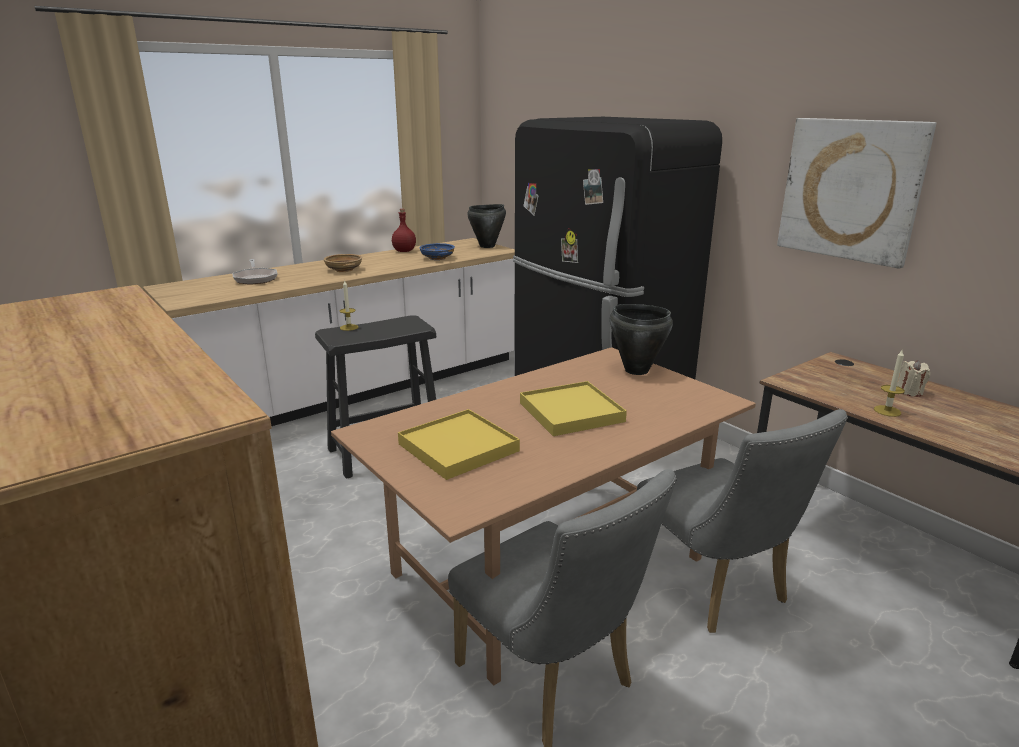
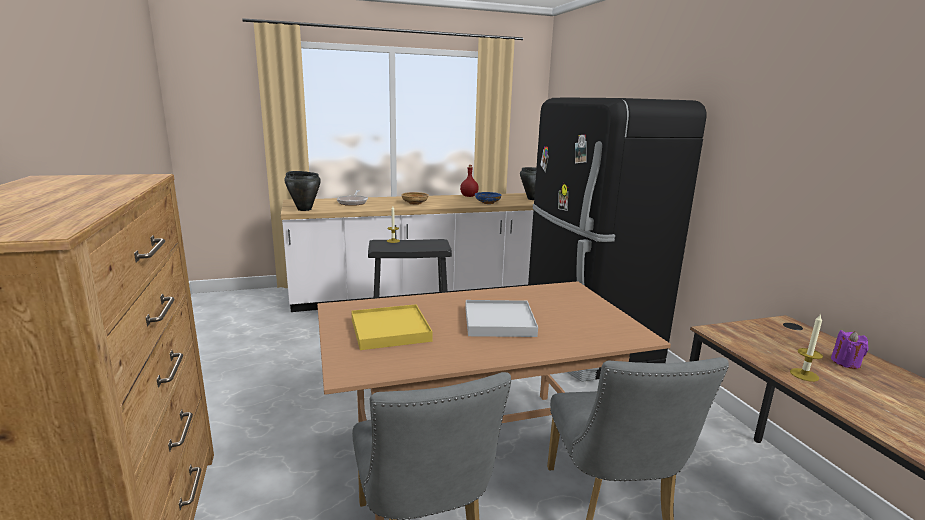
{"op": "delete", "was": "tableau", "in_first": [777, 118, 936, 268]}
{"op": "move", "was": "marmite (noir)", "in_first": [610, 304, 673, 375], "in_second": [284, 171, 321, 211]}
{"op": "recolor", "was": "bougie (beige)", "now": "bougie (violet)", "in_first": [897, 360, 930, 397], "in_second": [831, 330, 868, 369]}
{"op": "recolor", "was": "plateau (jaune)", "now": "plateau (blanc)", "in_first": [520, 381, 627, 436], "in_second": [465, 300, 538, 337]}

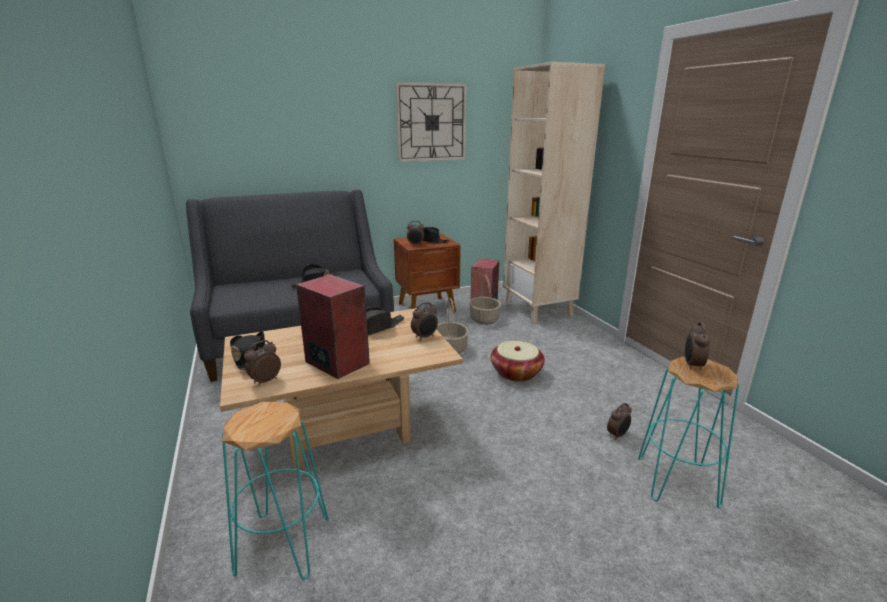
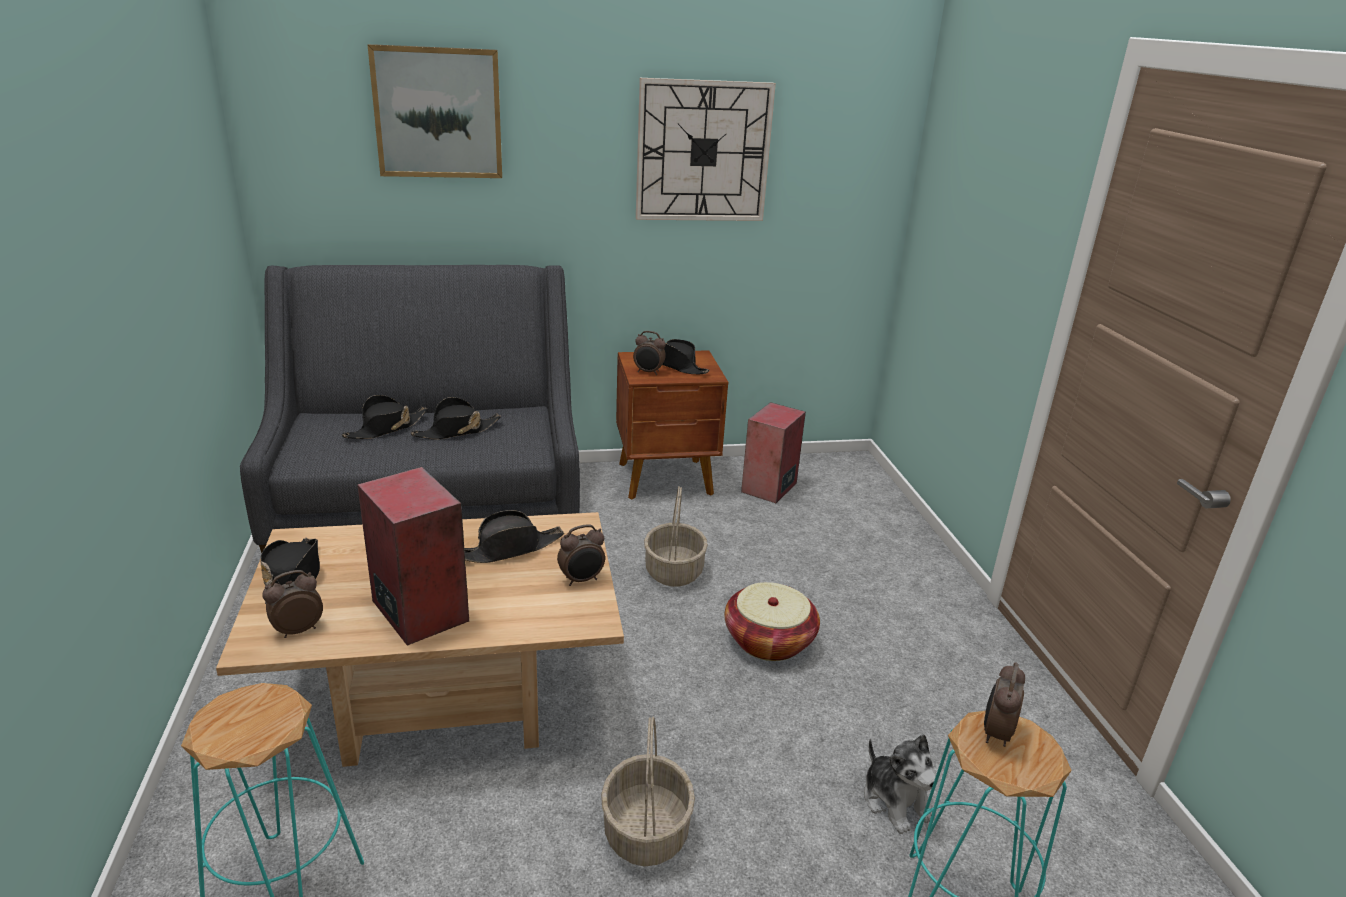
{"op": "delete", "was": "bibliothèque (beige)", "in_first": [503, 62, 605, 324]}
{"op": "move", "was": "panier", "in_first": [469, 274, 501, 325], "in_second": [601, 717, 695, 867]}
{"op": "replace", "was": "réveil", "now": "peluche", "in_first": [607, 403, 632, 440], "in_second": [864, 734, 938, 834]}
{"op": "insert", "now": "tableau", "in_second": [368, 44, 502, 178]}
{"op": "insert", "now": "chapeau (noir)", "in_second": [342, 395, 427, 439]}

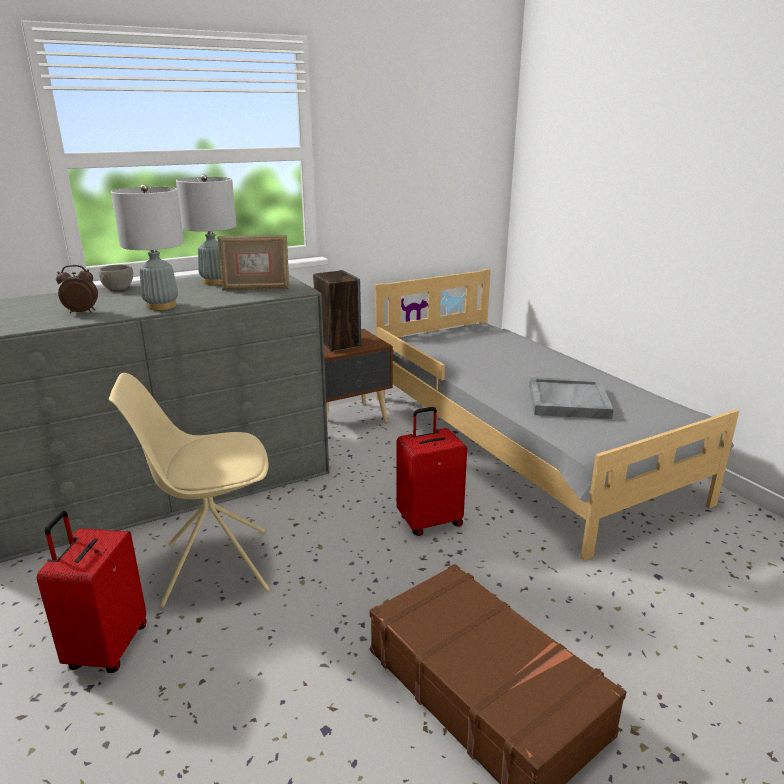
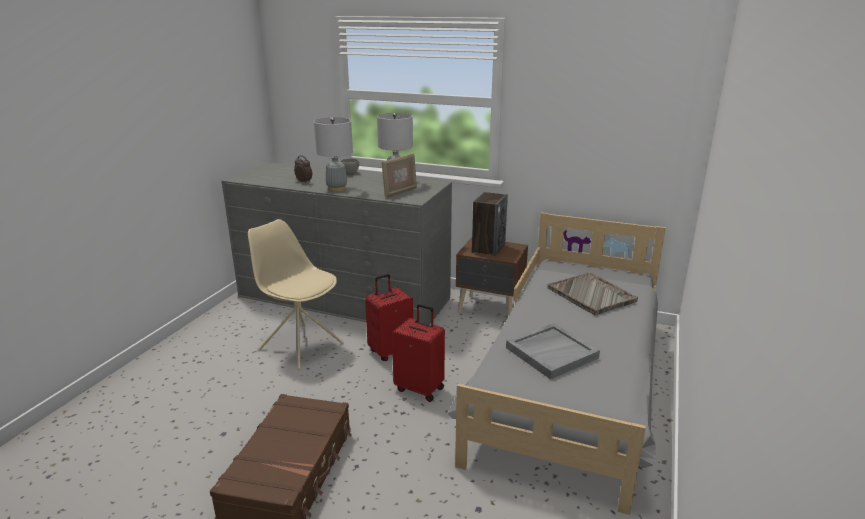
{"op": "rotate", "was": "cadre photo", "in_first": [218, 235, 290, 291], "in_second": [382, 154, 417, 198], "clockwise": -90}
{"op": "move", "was": "valise (rouge)", "in_first": [37, 511, 146, 673], "in_second": [365, 274, 413, 361]}
{"op": "insert", "now": "plateau (gris)", "in_second": [548, 272, 638, 315]}

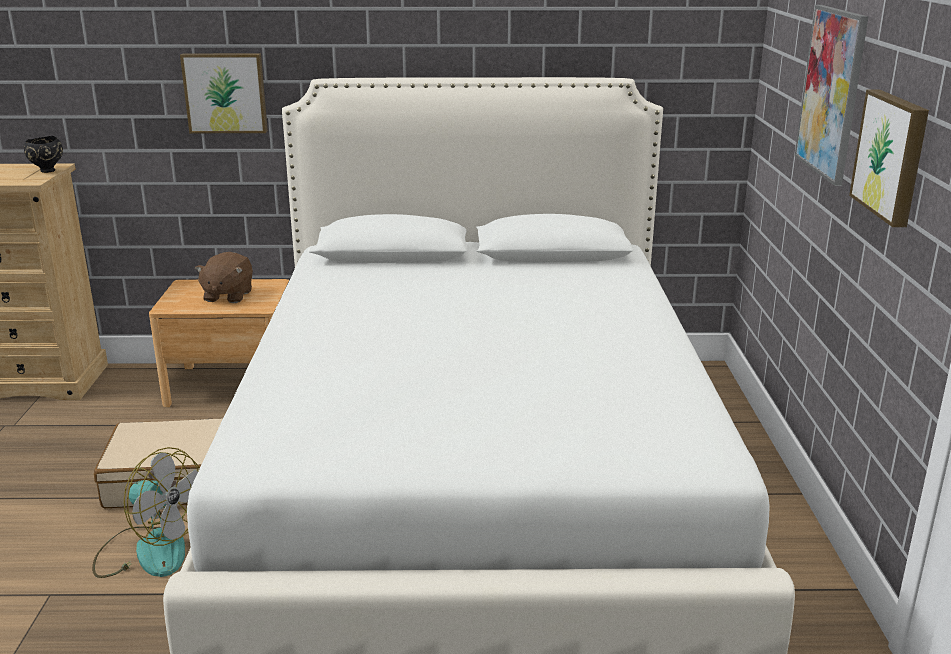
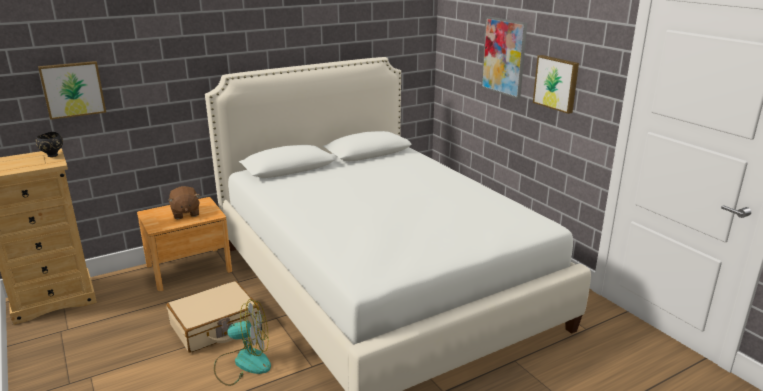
{"op": "move", "was": "tableau", "in_first": [180, 53, 268, 133], "in_second": [38, 61, 106, 120]}

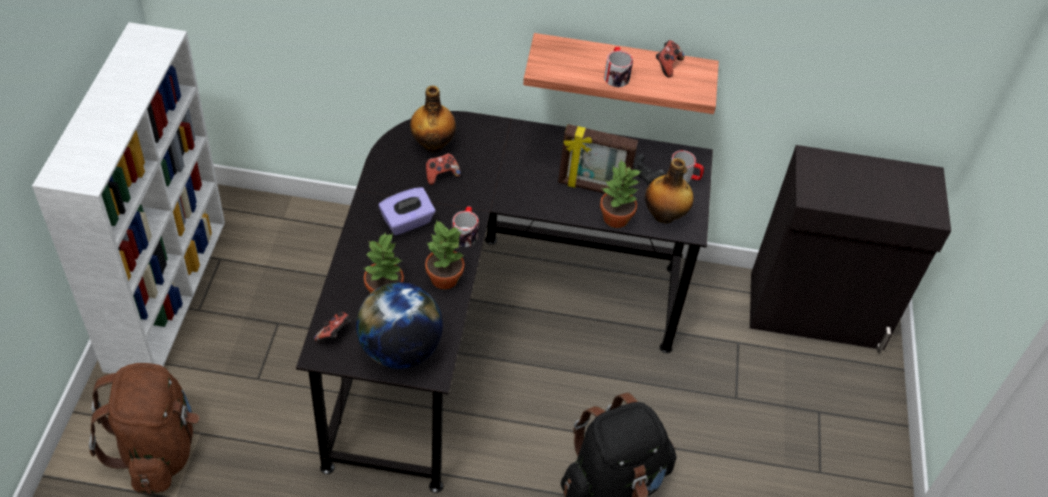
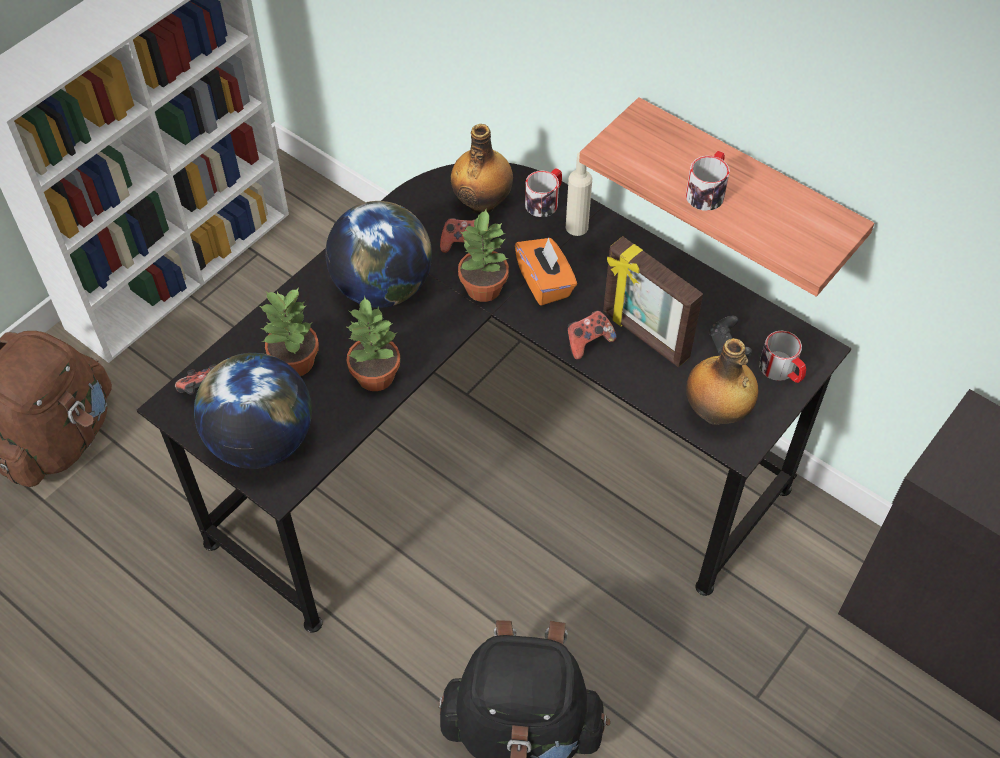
{"op": "move", "was": "manette", "in_first": [656, 40, 684, 78], "in_second": [567, 310, 616, 360]}
{"op": "move", "was": "plante en pot", "in_first": [600, 160, 641, 228], "in_second": [458, 209, 509, 302]}
{"op": "replace", "was": "boîte à mouchoirs (violet)", "now": "globe", "in_first": [379, 187, 435, 235], "in_second": [325, 201, 432, 308]}
{"op": "move", "was": "mug", "in_first": [452, 206, 479, 247], "in_second": [525, 168, 562, 217]}
{"op": "insert", "now": "bouteille (beige)", "in_second": [566, 152, 592, 236]}
{"op": "insert", "now": "boîte à mouchoirs (orange)", "in_second": [515, 238, 577, 306]}

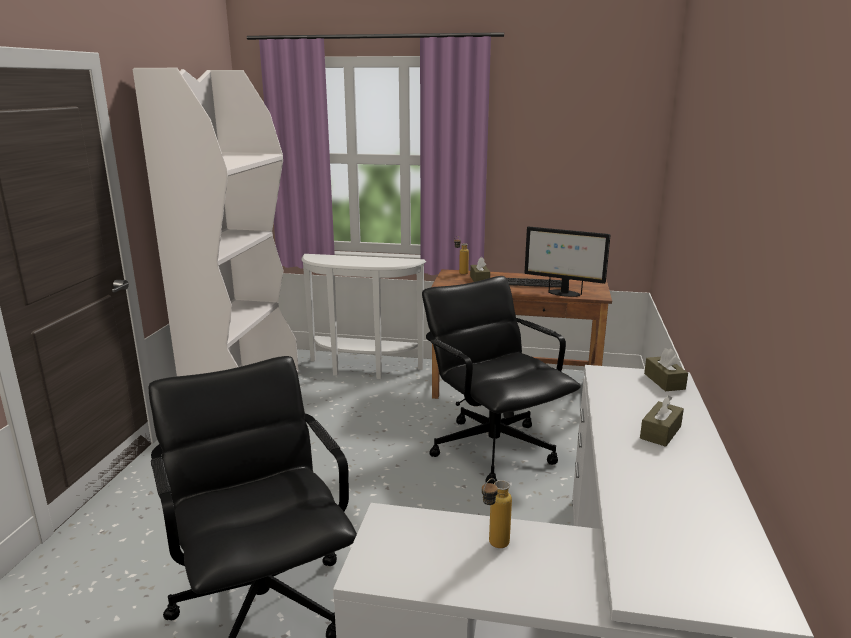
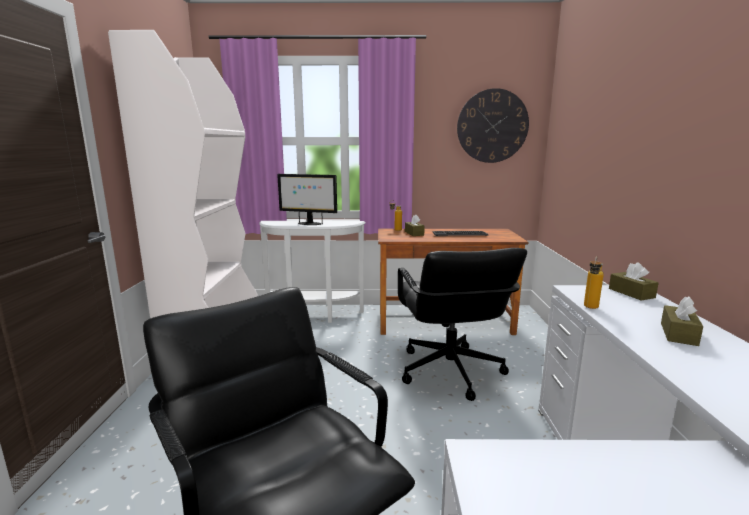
{"op": "move", "was": "écran d'ordinateur", "in_first": [524, 226, 610, 297], "in_second": [277, 174, 337, 225]}
{"op": "rotate", "was": "chaise de bureau (noir)", "in_first": [422, 276, 581, 484], "in_second": [398, 248, 527, 401], "clockwise": -150}
{"op": "move", "was": "bouteille", "in_first": [482, 478, 512, 548], "in_second": [584, 256, 604, 309]}
{"op": "insert", "now": "horloge murale", "in_second": [457, 88, 529, 163]}

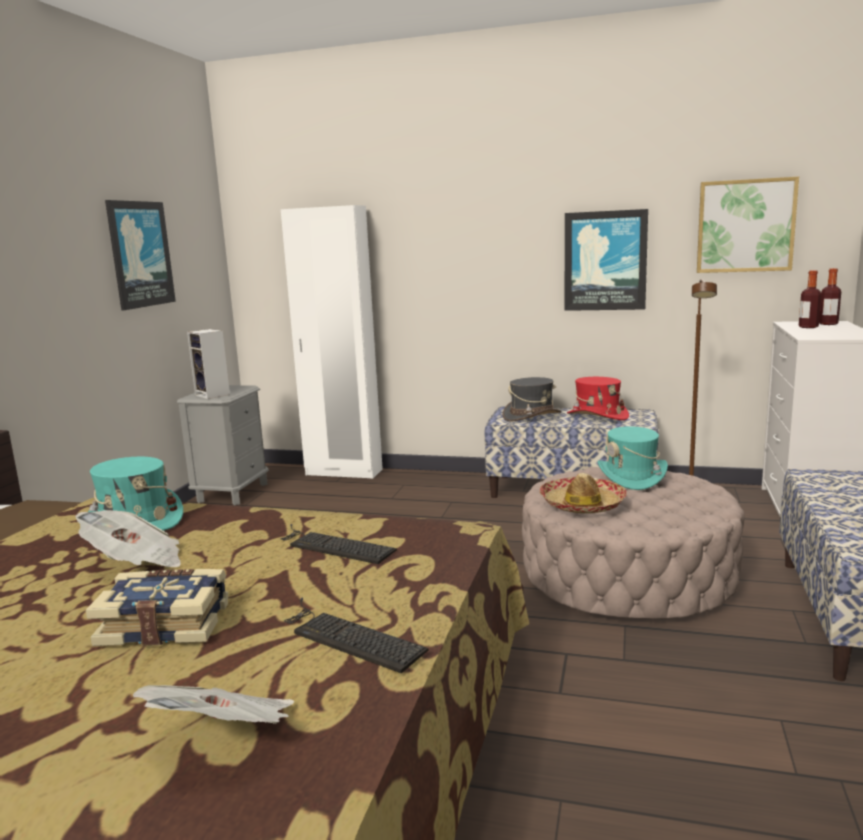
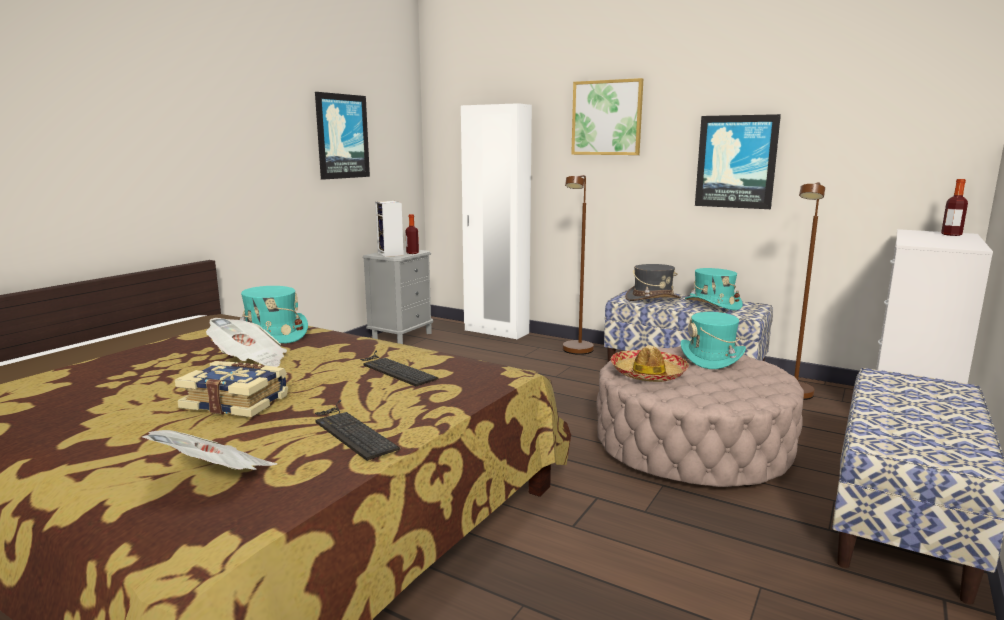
{"op": "move", "was": "tableau", "in_first": [697, 177, 799, 273], "in_second": [571, 78, 643, 155]}
{"op": "move", "was": "bouteille", "in_first": [799, 270, 821, 328], "in_second": [406, 214, 419, 254]}
{"op": "recolor", "was": "chapeau (rouge)", "now": "chapeau (turquoise)", "in_first": [567, 377, 629, 420], "in_second": [685, 268, 743, 310]}
{"op": "insert", "now": "lampadaire (marron)", "in_second": [563, 175, 594, 355]}

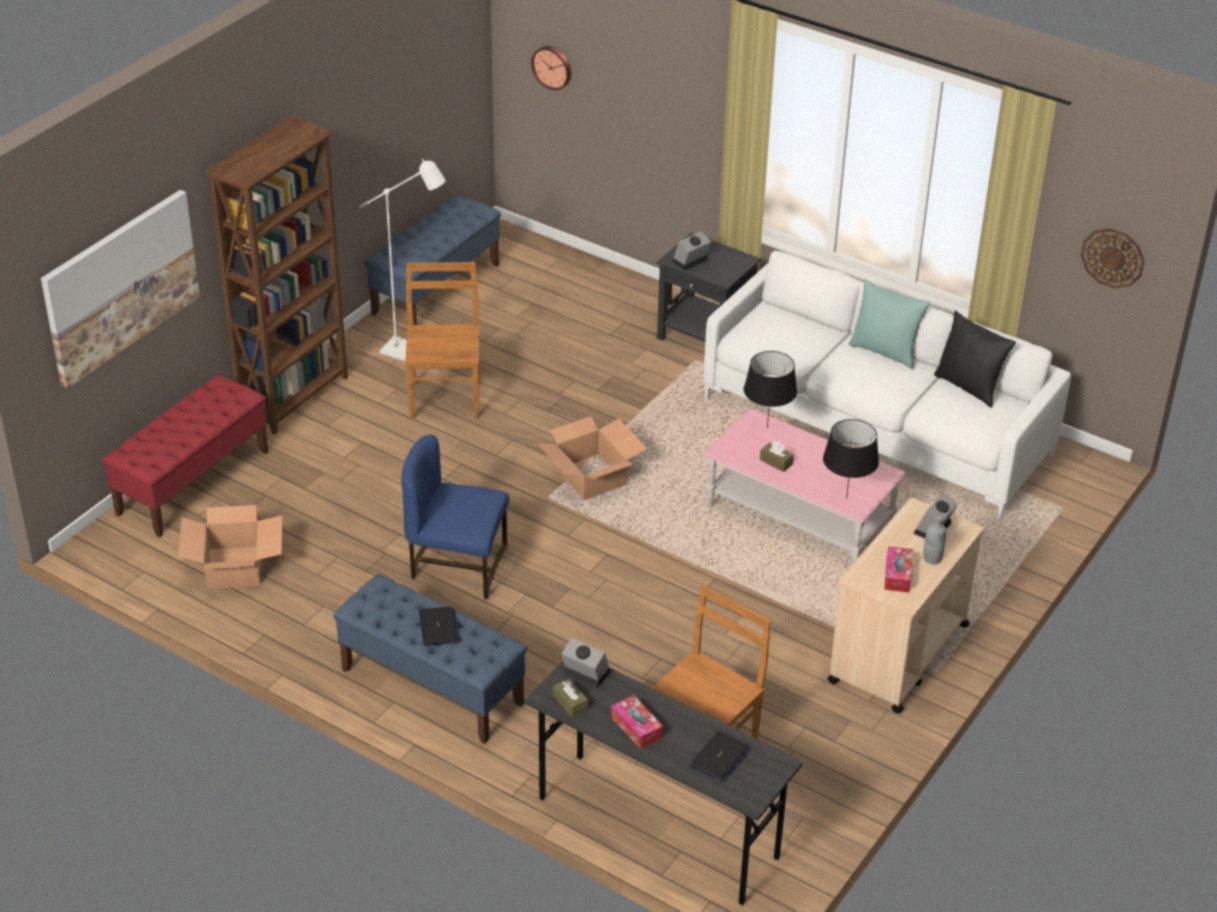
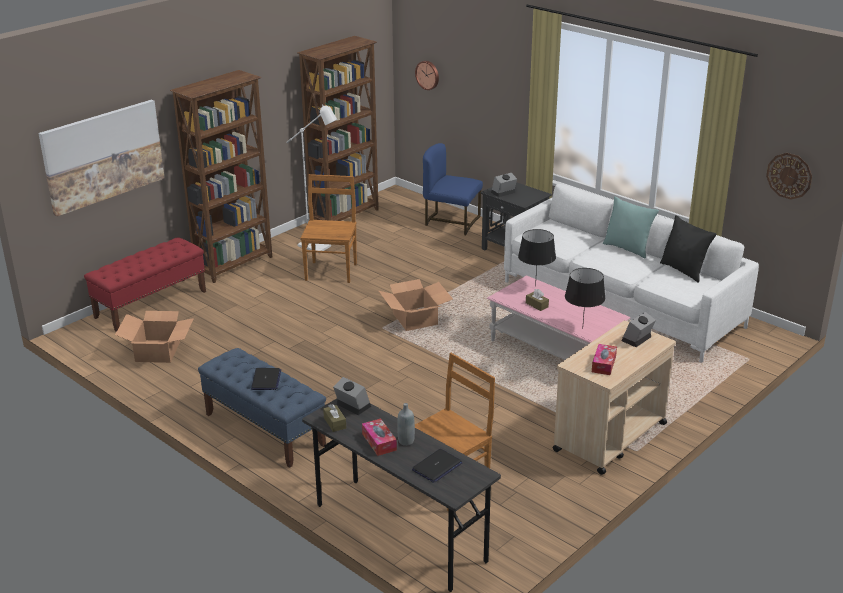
{"op": "replace", "was": "banc (bleu)", "now": "bibliothèque (marron)", "in_first": [365, 195, 501, 325], "in_second": [297, 36, 379, 221]}
{"op": "move", "was": "chaise (bleu)", "in_first": [401, 435, 509, 599], "in_second": [423, 143, 483, 235]}
{"op": "move", "was": "bouteille (gris)", "in_first": [923, 516, 946, 564], "in_second": [397, 403, 415, 446]}

